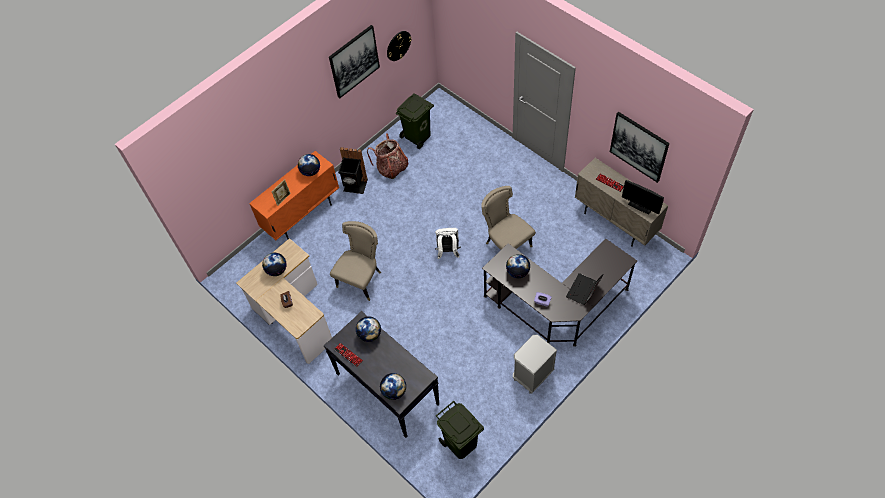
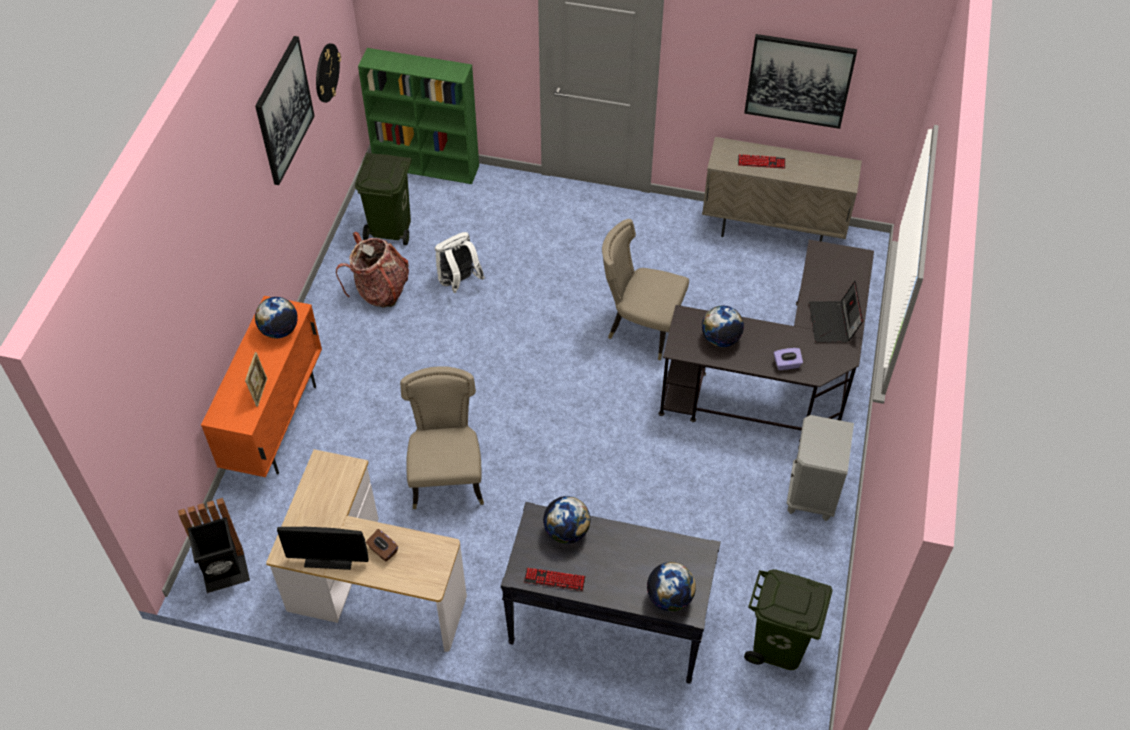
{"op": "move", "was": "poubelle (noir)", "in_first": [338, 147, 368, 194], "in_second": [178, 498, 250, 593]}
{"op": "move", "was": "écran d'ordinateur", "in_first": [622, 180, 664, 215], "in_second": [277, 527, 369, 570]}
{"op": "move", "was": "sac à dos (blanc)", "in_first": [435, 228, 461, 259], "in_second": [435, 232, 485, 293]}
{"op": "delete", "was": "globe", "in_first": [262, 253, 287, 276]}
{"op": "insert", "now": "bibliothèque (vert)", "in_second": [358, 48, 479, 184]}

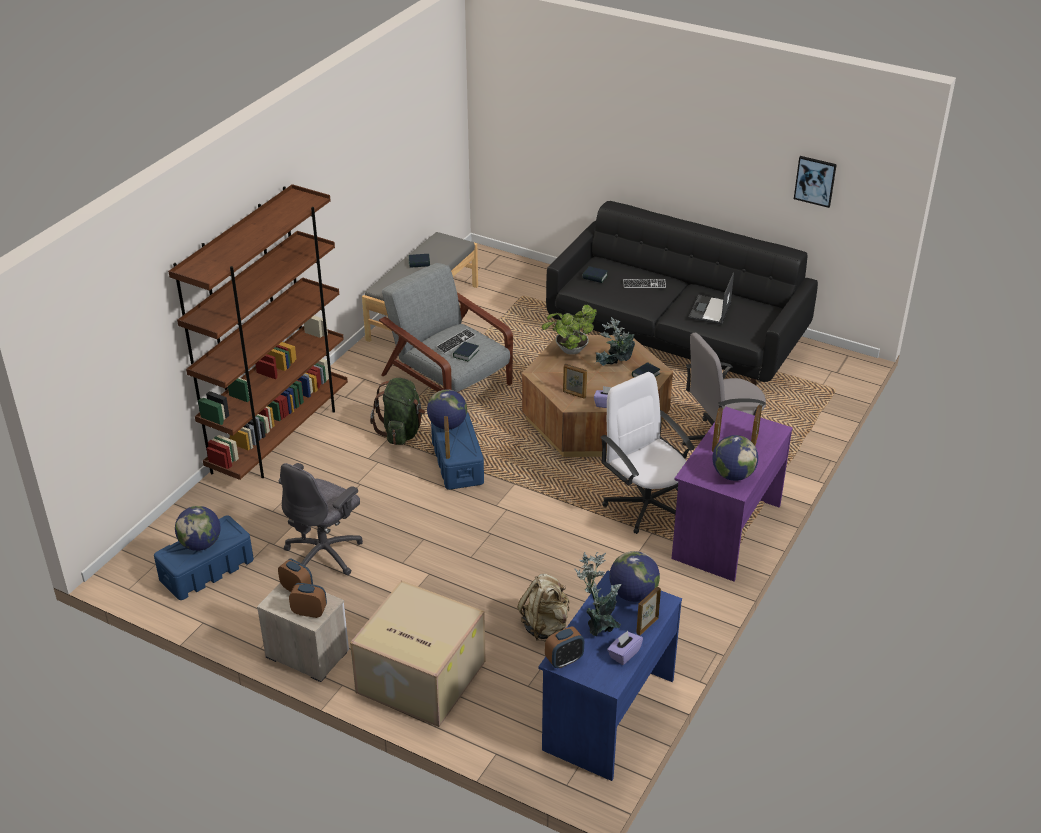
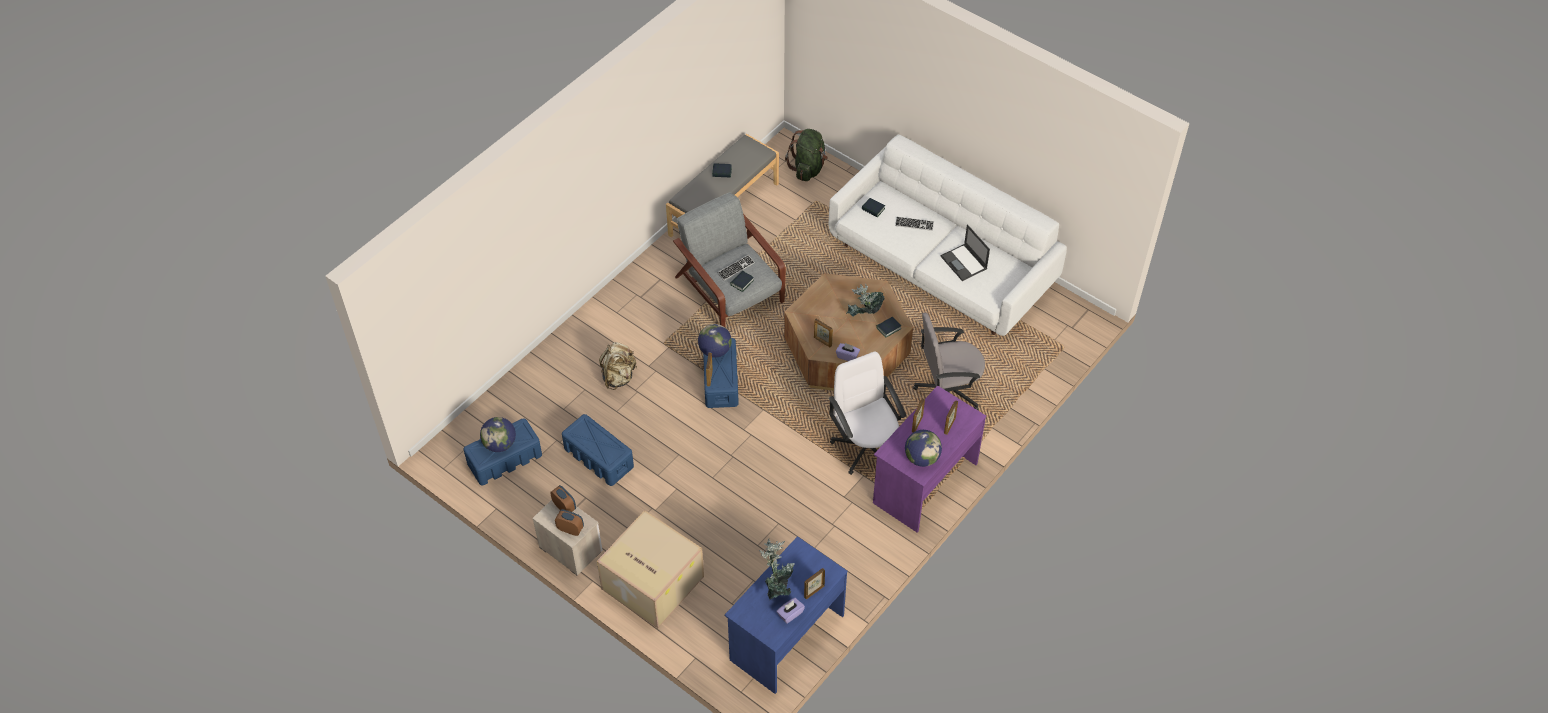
{"op": "delete", "was": "tableau", "in_first": [794, 156, 837, 208]}
{"op": "delete", "was": "bibliothèque (marron)", "in_first": [168, 184, 348, 480]}
{"op": "recolor", "was": "canapé (noir)", "now": "canapé (blanc)", "in_first": [546, 201, 818, 386], "in_second": [829, 134, 1067, 336]}
{"op": "rotate", "was": "ordinateur portable", "in_first": [688, 272, 734, 324], "in_second": [941, 224, 990, 281], "clockwise": -60}
{"op": "delete", "was": "plante en pot", "in_first": [542, 305, 597, 355]}
{"op": "move", "was": "sac à dos (vert)", "in_first": [370, 378, 425, 445], "in_second": [785, 129, 828, 181]}
{"op": "replace", "was": "chaise de bureau (gris)", "now": "boîte de rangement (bleu)", "in_first": [279, 463, 363, 575], "in_second": [562, 414, 634, 486]}
{"op": "delete", "was": "globe", "in_first": [609, 551, 660, 602]}
{"op": "move", "was": "sac à dos (beige)", "in_first": [518, 574, 569, 642], "in_second": [599, 342, 637, 390]}
{"op": "delete", "was": "réveil", "in_first": [545, 626, 584, 668]}

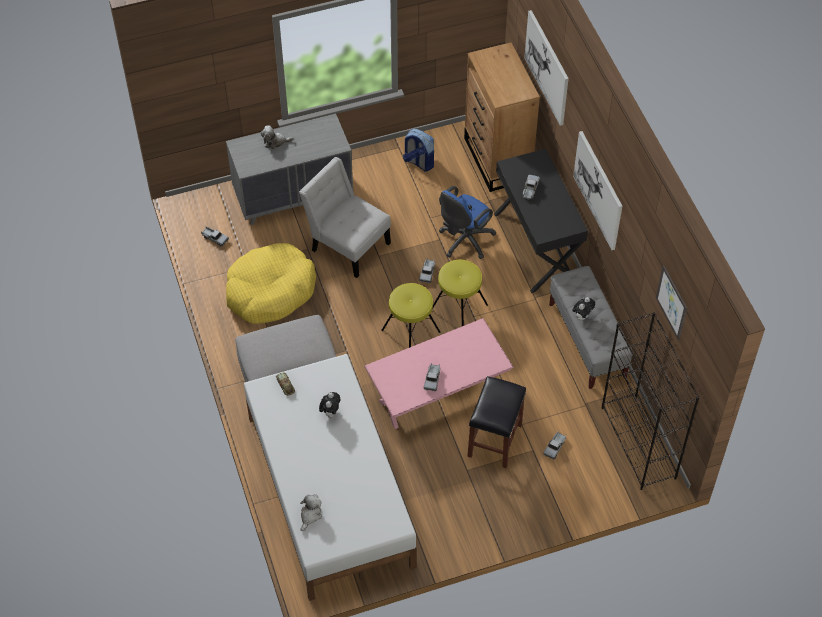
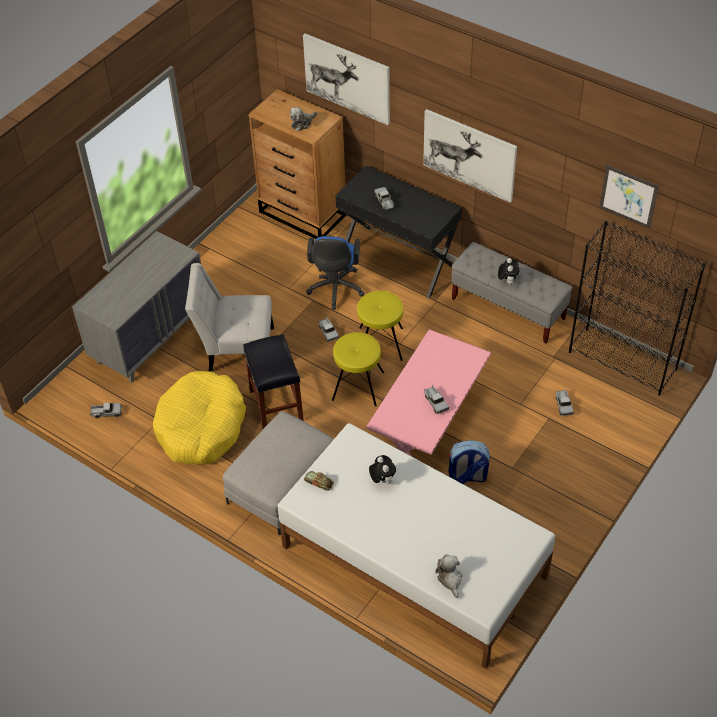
{"op": "move", "was": "peluche", "in_first": [261, 125, 293, 149], "in_second": [290, 107, 317, 131]}
{"op": "move", "was": "sac à dos", "in_first": [403, 129, 434, 172], "in_second": [448, 440, 490, 484]}
{"op": "move", "was": "tabouret (noir)", "in_first": [467, 376, 526, 468], "in_second": [243, 334, 304, 429]}

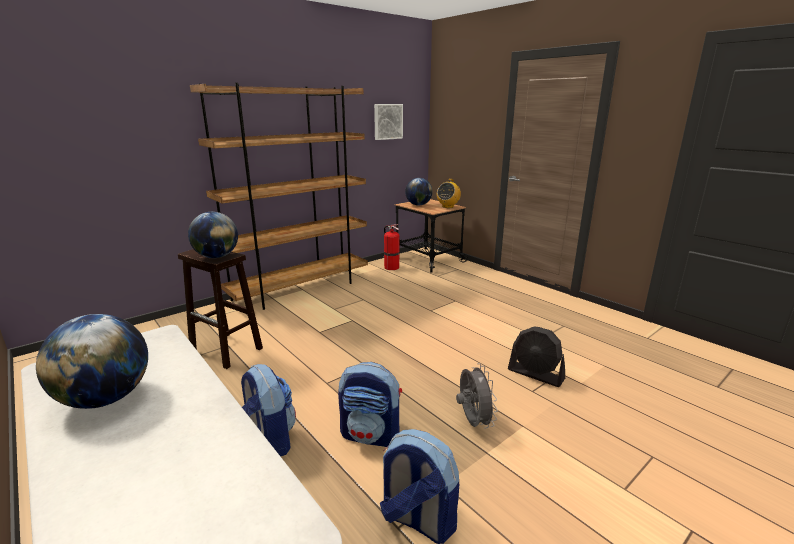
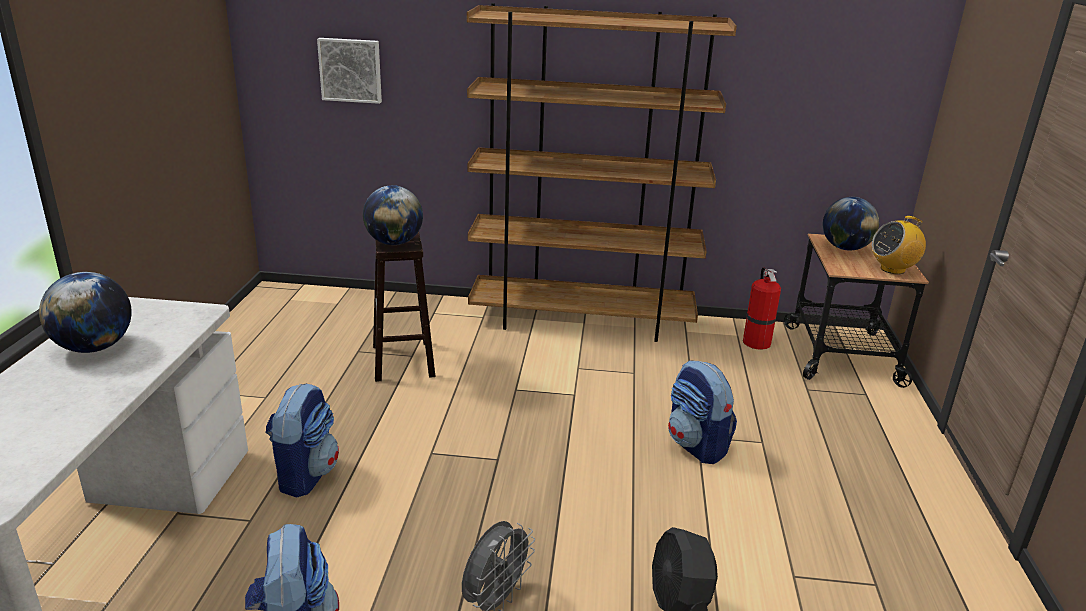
{"op": "move", "was": "tableau", "in_first": [374, 104, 403, 140], "in_second": [317, 38, 382, 104]}
{"op": "move", "was": "sac à dos", "in_first": [338, 362, 402, 447], "in_second": [668, 360, 737, 464]}

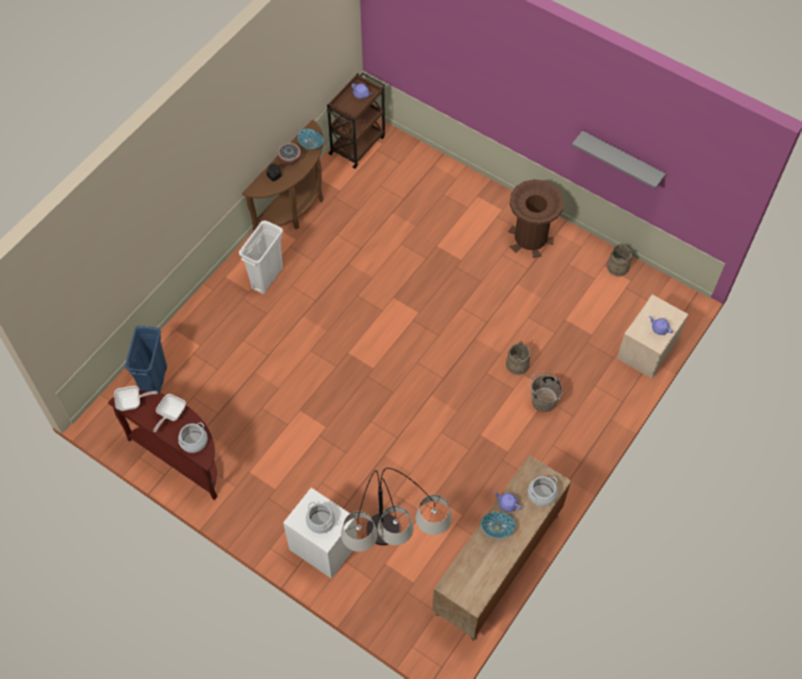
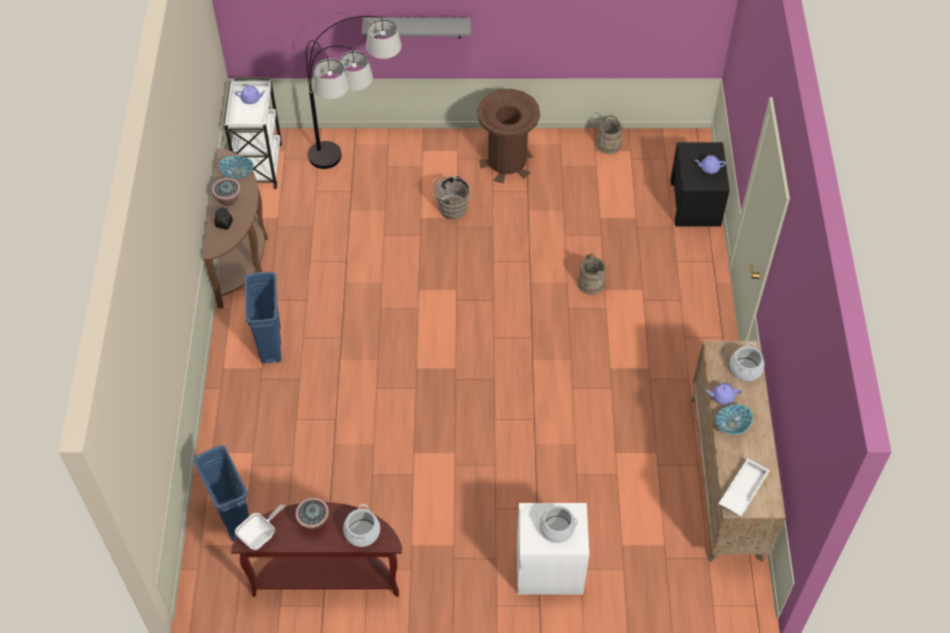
{"op": "recolor", "was": "chariot (marron)", "now": "chariot (blanc)", "in_first": [326, 73, 385, 169], "in_second": [224, 77, 282, 189]}
{"op": "move", "was": "étagère (gris)", "in_first": [572, 131, 666, 189], "in_second": [362, 17, 471, 38]}
{"op": "recolor", "was": "poubelle (blanc)", "now": "poubelle (bleu)", "in_first": [239, 220, 283, 294], "in_second": [245, 272, 281, 364]}
{"op": "recolor", "was": "table de chevet (beige)", "now": "table de chevet (noir)", "in_first": [617, 295, 688, 379], "in_second": [670, 142, 730, 226]}
{"op": "move", "was": "seau (marron)", "in_first": [529, 371, 562, 412], "in_second": [431, 174, 470, 220]}
{"op": "replace", "was": "poêle", "now": "plante en pot", "in_first": [153, 394, 186, 432], "in_second": [295, 498, 329, 530]}
{"op": "move", "was": "lampadaire", "in_first": [341, 468, 452, 552], "in_second": [306, 16, 401, 169]}
{"op": "insert", "now": "plateau (blanc)", "in_second": [718, 458, 770, 516]}

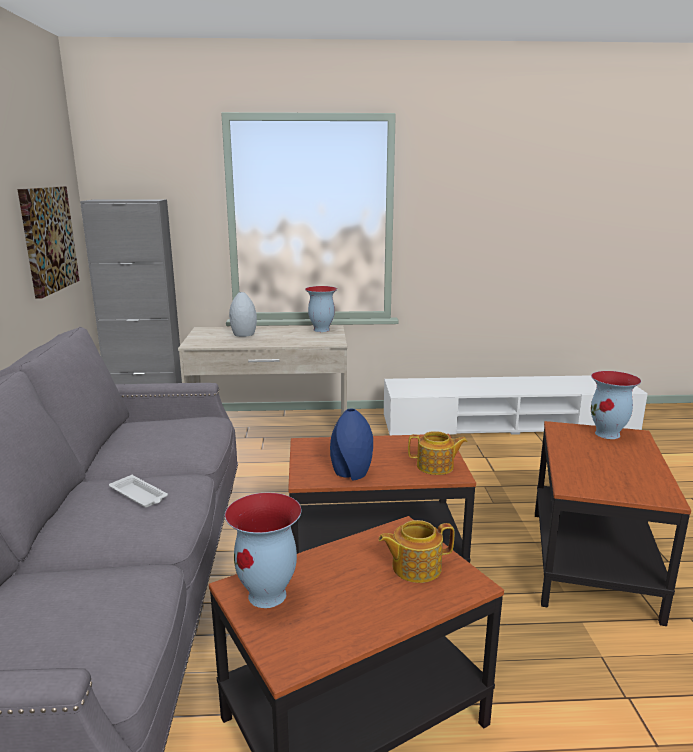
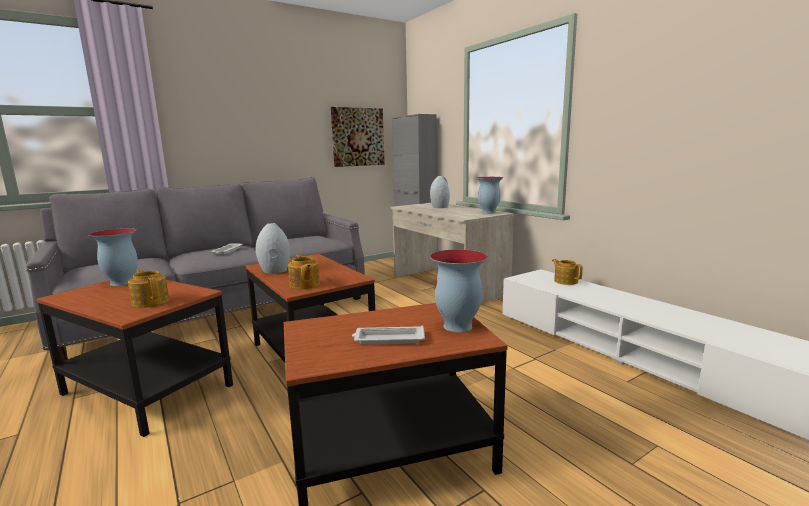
{"op": "recolor", "was": "vase (bleu)", "now": "vase (gris)", "in_first": [330, 409, 373, 480], "in_second": [256, 223, 290, 274]}
{"op": "insert", "now": "théière", "in_second": [552, 259, 583, 285]}
{"op": "insert", "now": "plateau (blanc)", "in_second": [352, 326, 425, 344]}

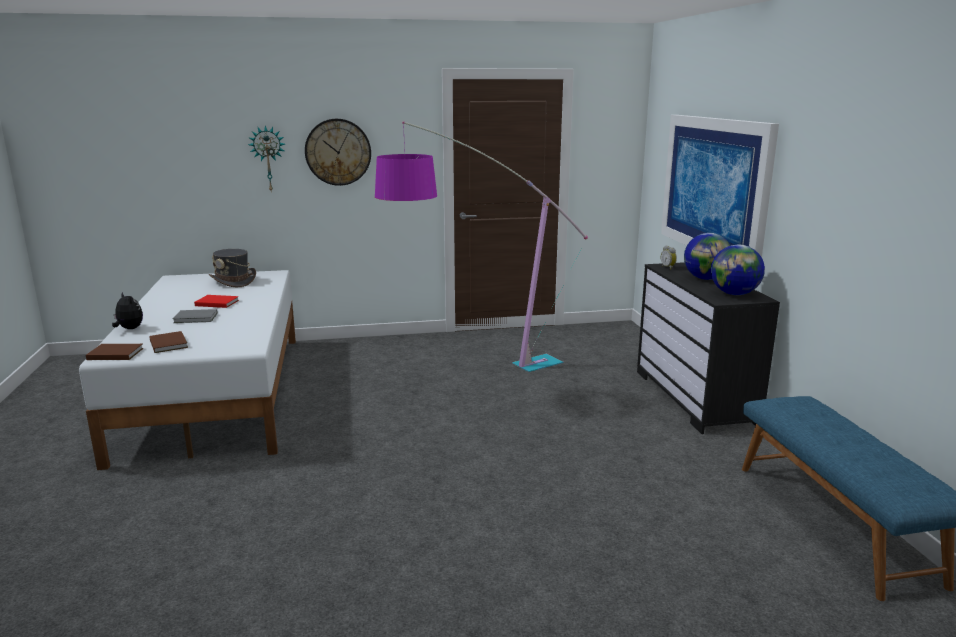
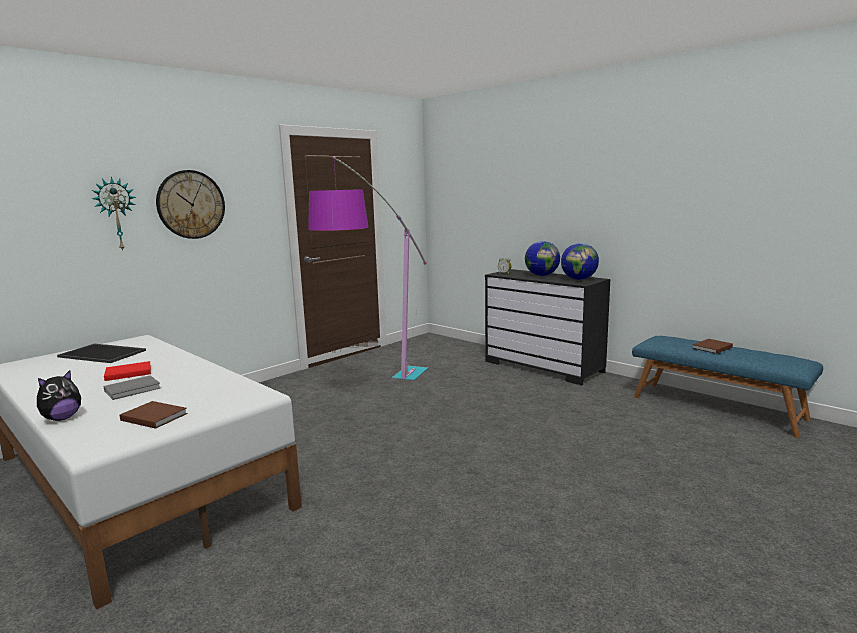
{"op": "delete", "was": "tableau", "in_first": [661, 115, 779, 257]}
{"op": "replace", "was": "chapeau (gris)", "now": "plateau", "in_first": [209, 249, 256, 288], "in_second": [57, 344, 146, 363]}
{"op": "rotate", "was": "peluche", "in_first": [112, 292, 143, 329], "in_second": [37, 370, 81, 421], "clockwise": 120}
{"op": "move", "was": "livre (marron)", "in_first": [86, 344, 143, 360], "in_second": [692, 339, 733, 354]}

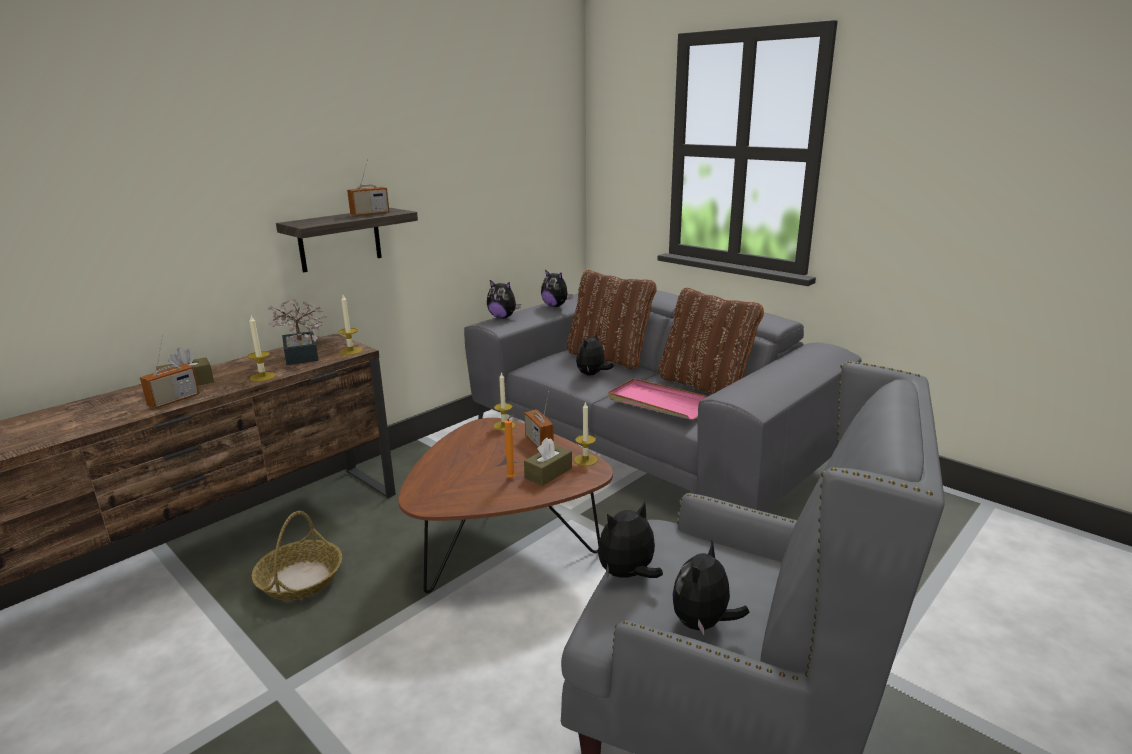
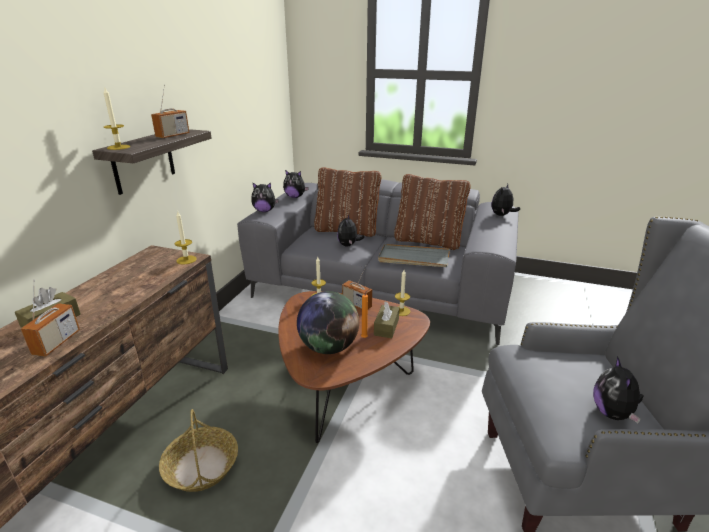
{"op": "delete", "was": "plante en pot", "in_first": [268, 299, 327, 365]}
{"op": "move", "was": "bougie", "in_first": [247, 316, 276, 382], "in_second": [104, 88, 130, 150]}
{"op": "recolor", "was": "plateau (rose)", "now": "plateau (gris)", "in_first": [608, 378, 708, 420], "in_second": [378, 244, 450, 267]}
{"op": "move", "was": "peluche", "in_first": [598, 502, 663, 578], "in_second": [492, 184, 520, 216]}
{"op": "insert", "now": "globe", "in_second": [297, 291, 359, 354]}

